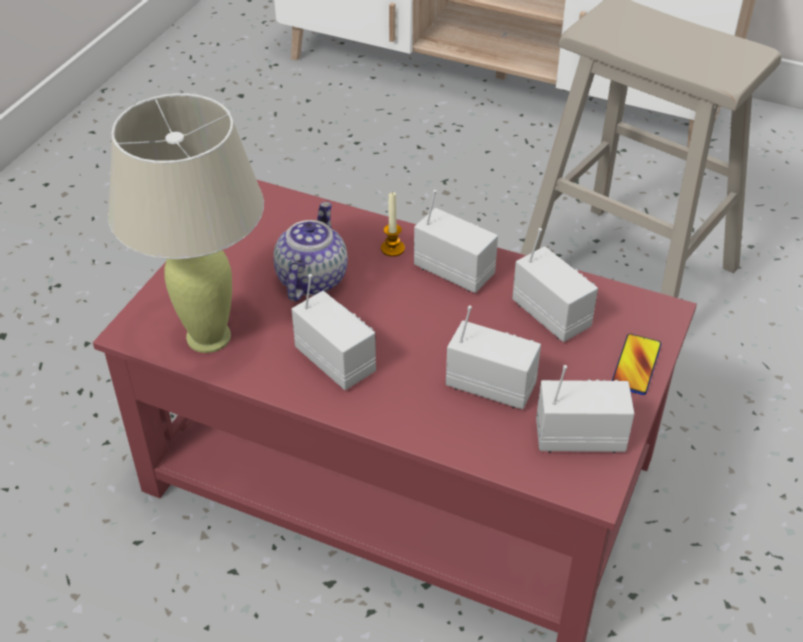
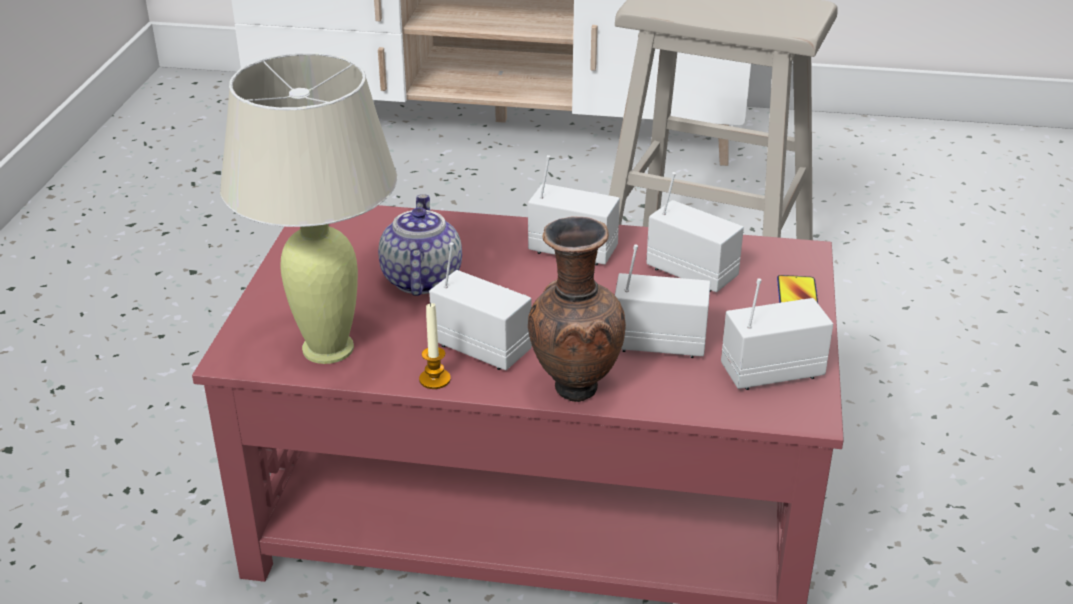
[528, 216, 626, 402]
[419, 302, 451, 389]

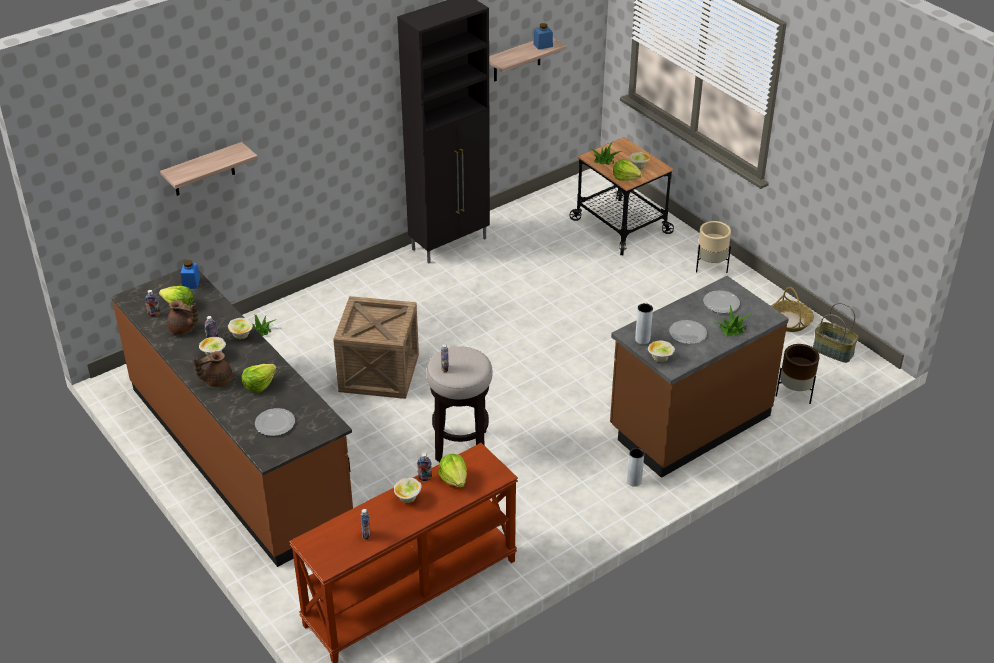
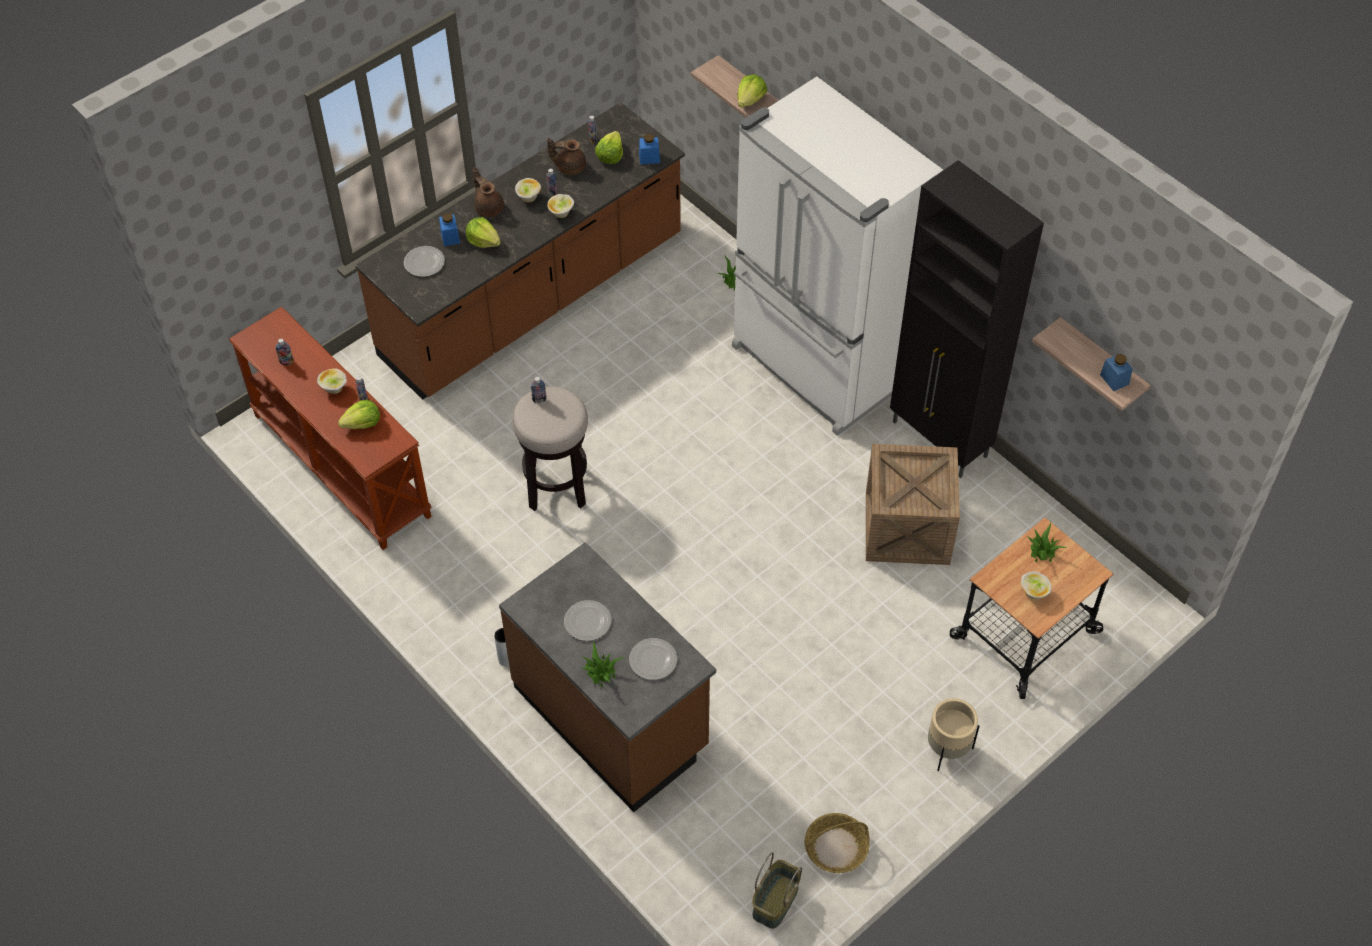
[635, 303, 653, 344] (first image)
[648, 340, 675, 362] (first image)
[776, 344, 819, 404] (first image)
[439, 213, 460, 246]
[732, 77, 943, 436]
[866, 444, 960, 565]
[737, 75, 767, 108]
[547, 138, 586, 175]

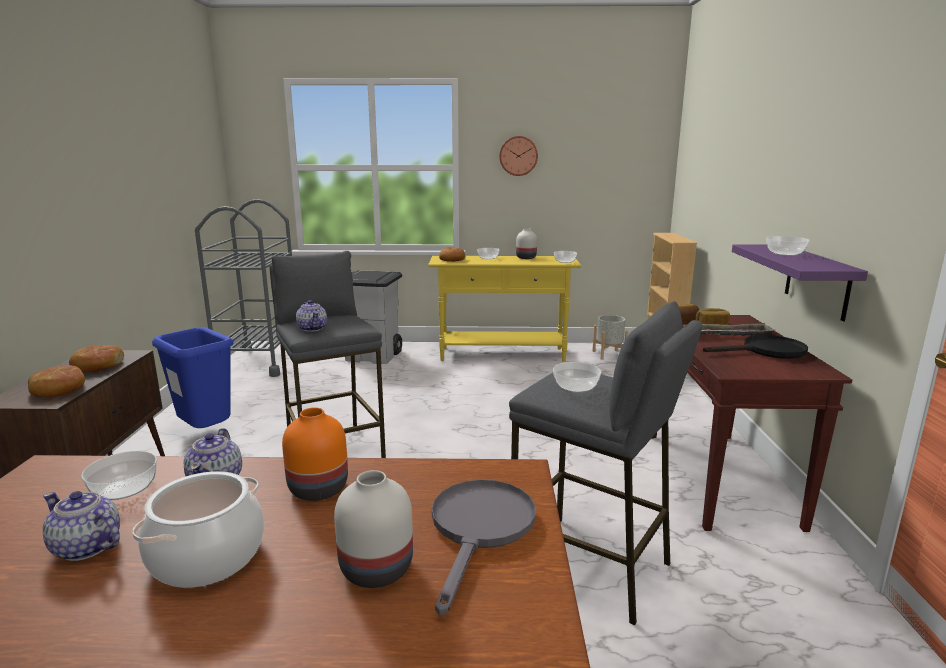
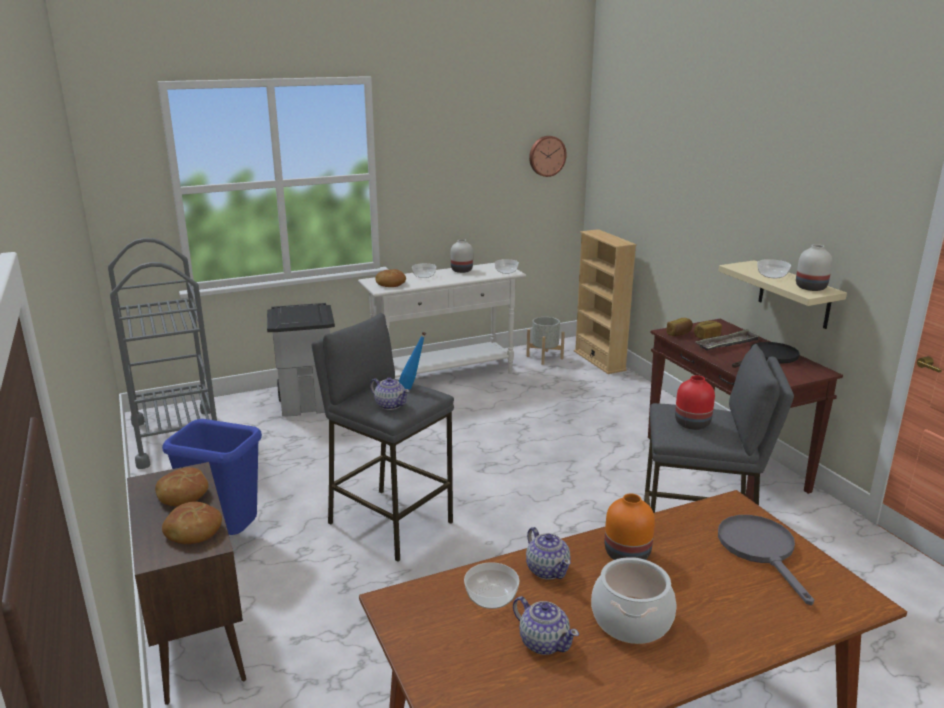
[399, 332, 426, 390]
[796, 244, 833, 291]
[529, 136, 567, 177]
[675, 375, 715, 430]
[358, 263, 526, 378]
[719, 260, 847, 329]
[513, 596, 579, 655]

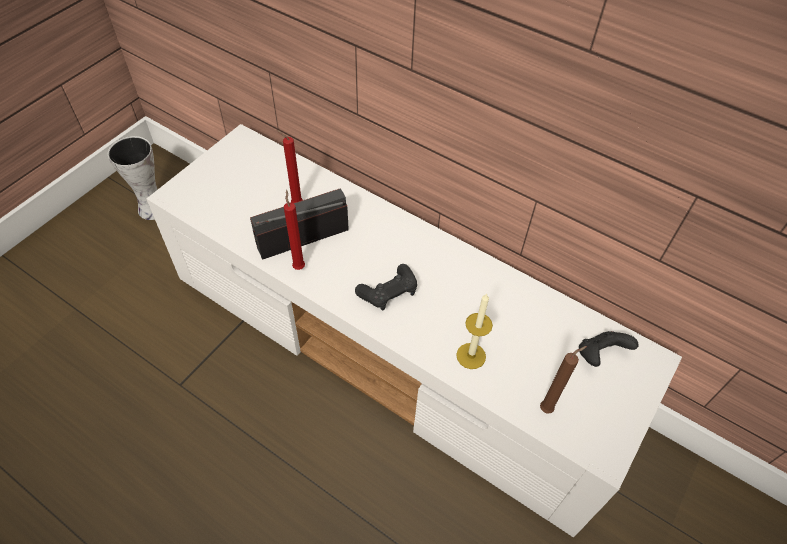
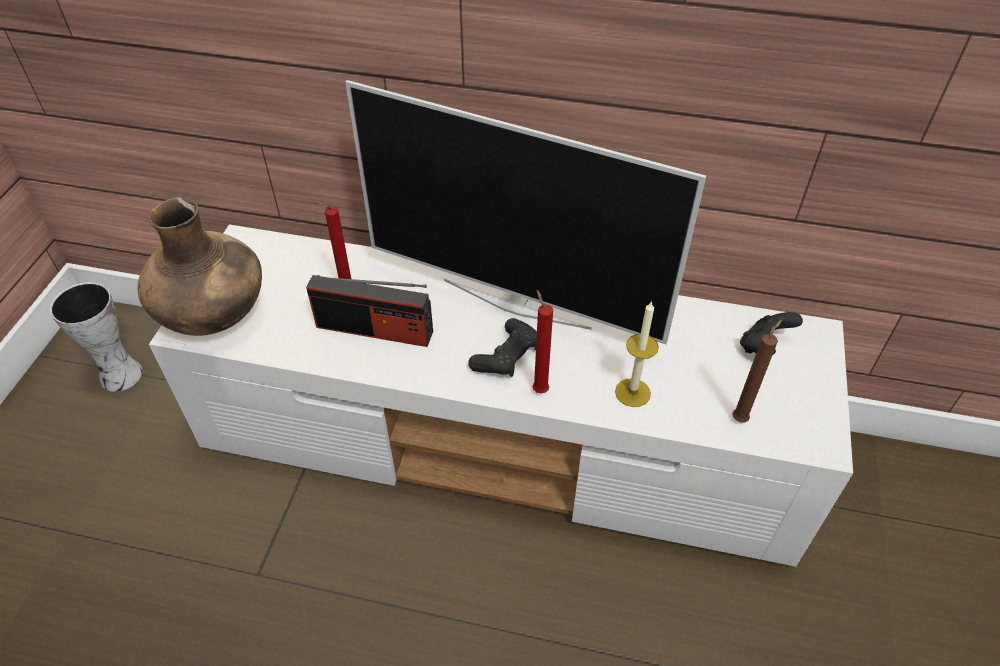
[137, 197, 262, 336]
[345, 80, 706, 344]
[533, 290, 553, 393]
[306, 275, 433, 347]

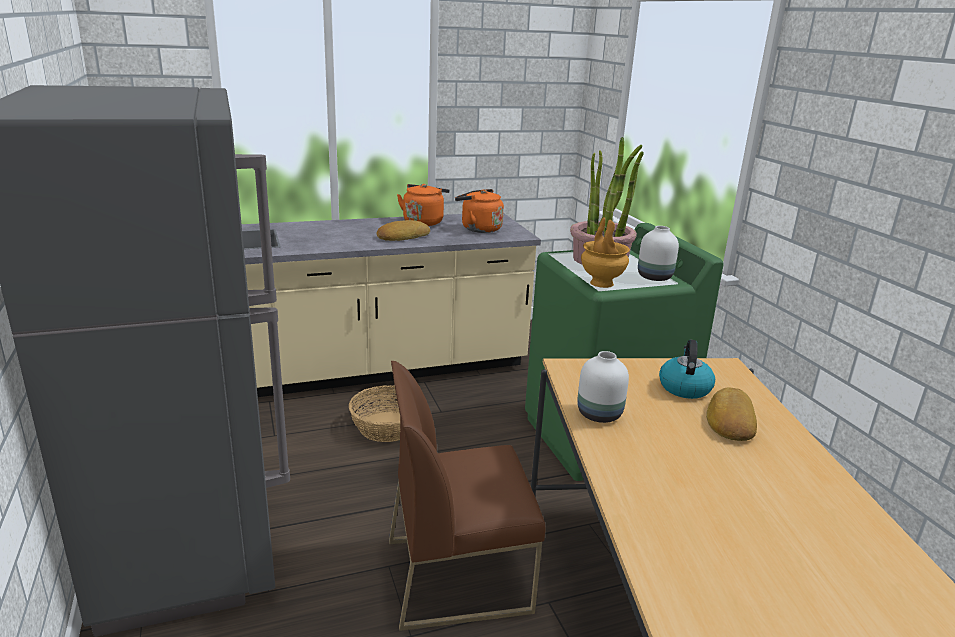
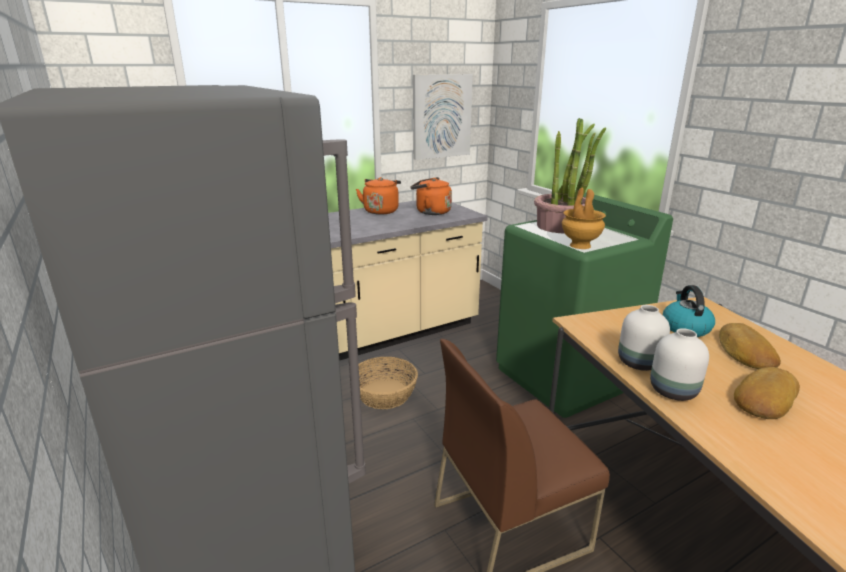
[413, 74, 473, 160]
[734, 367, 800, 419]
[650, 328, 709, 401]

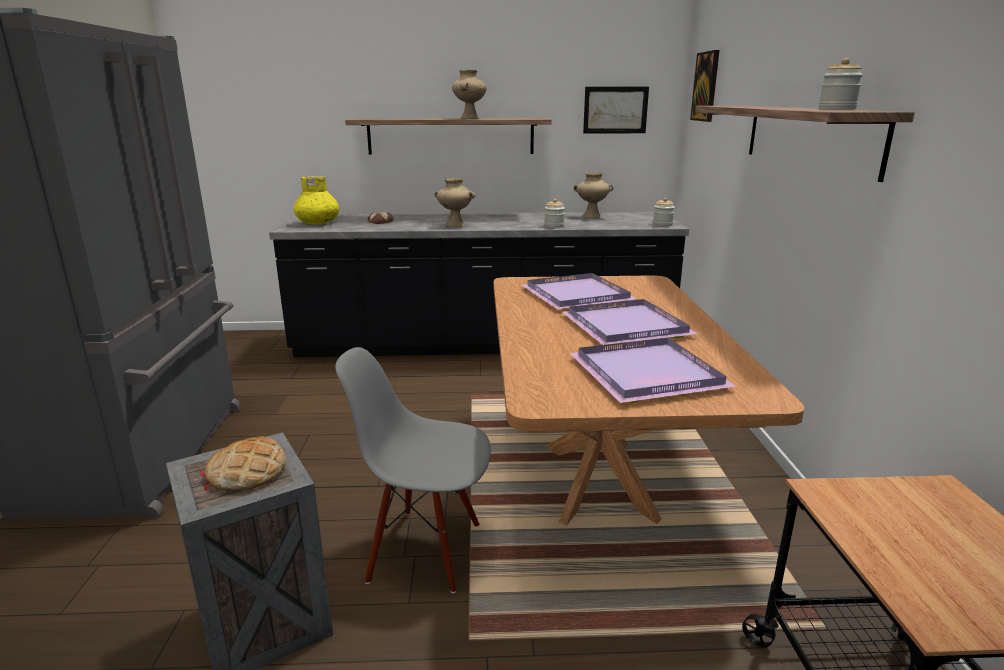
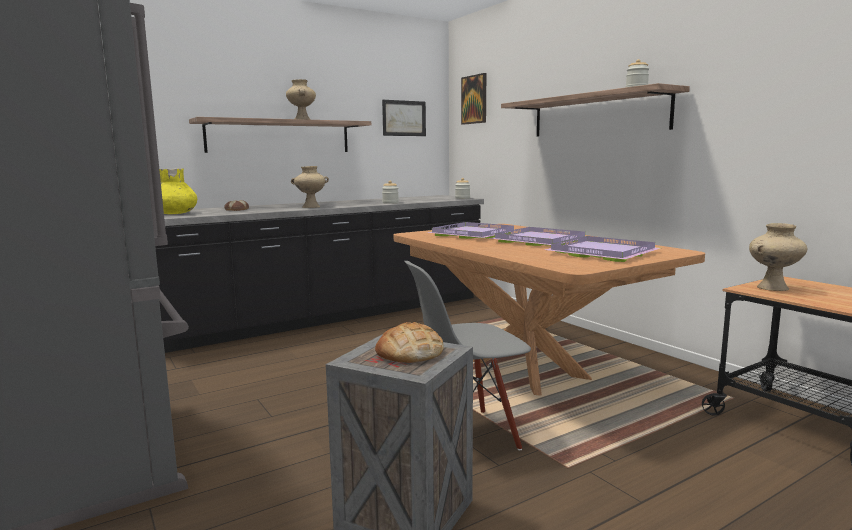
[749, 223, 807, 291]

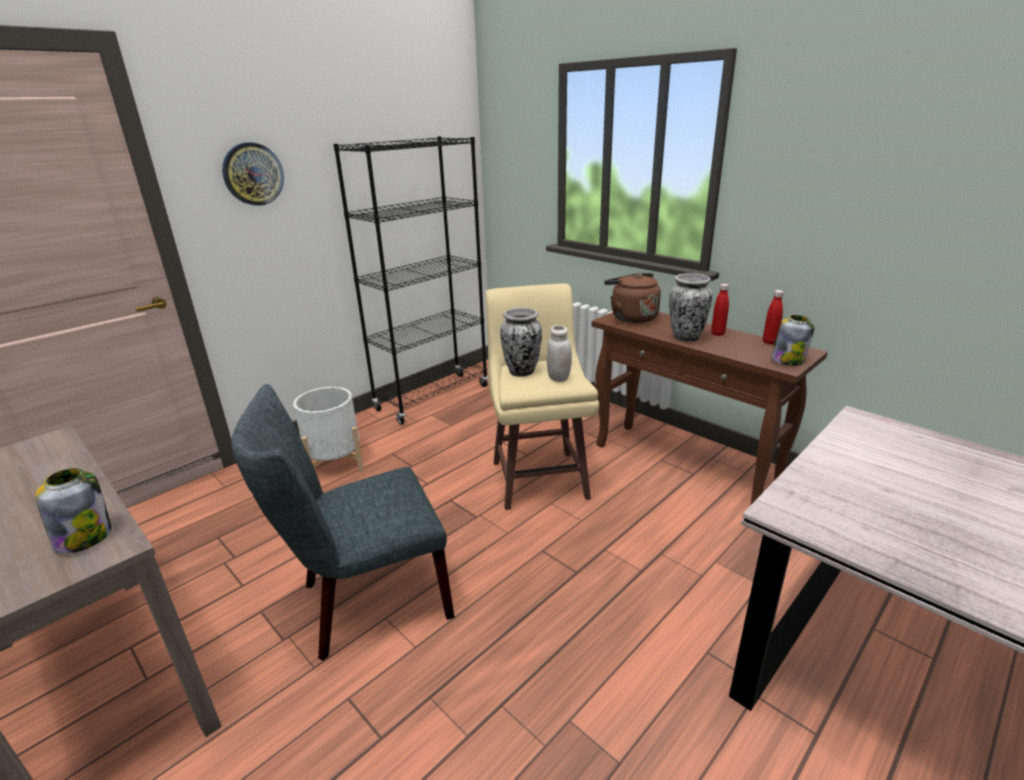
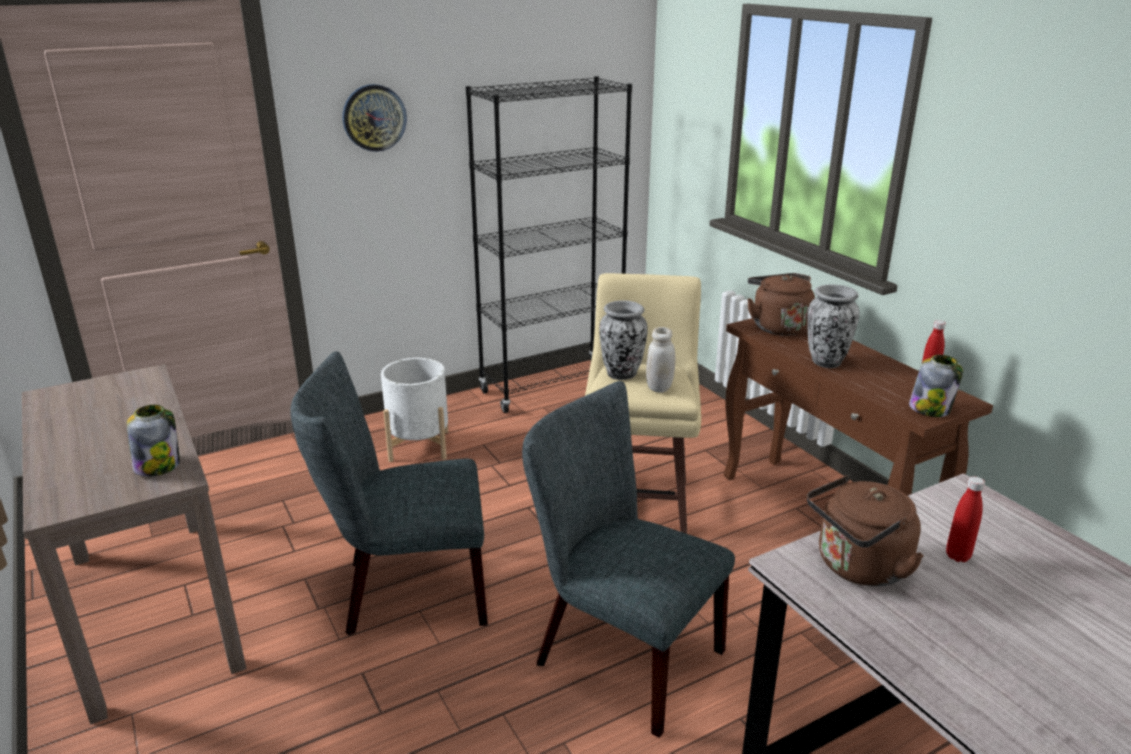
[522, 381, 735, 738]
[807, 475, 924, 586]
[946, 476, 985, 562]

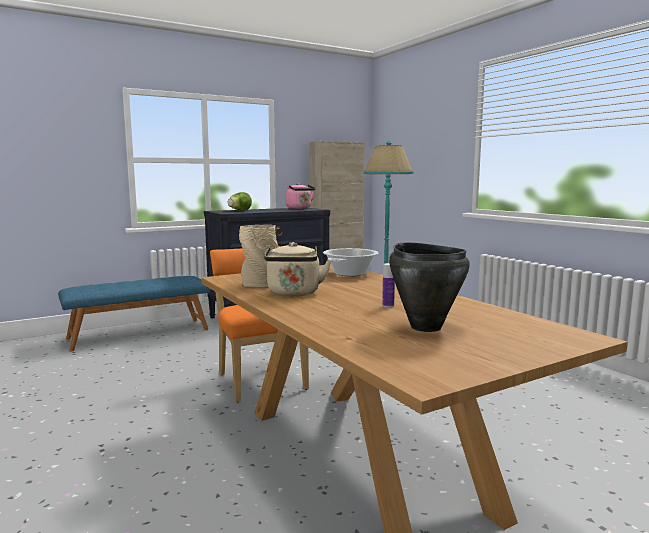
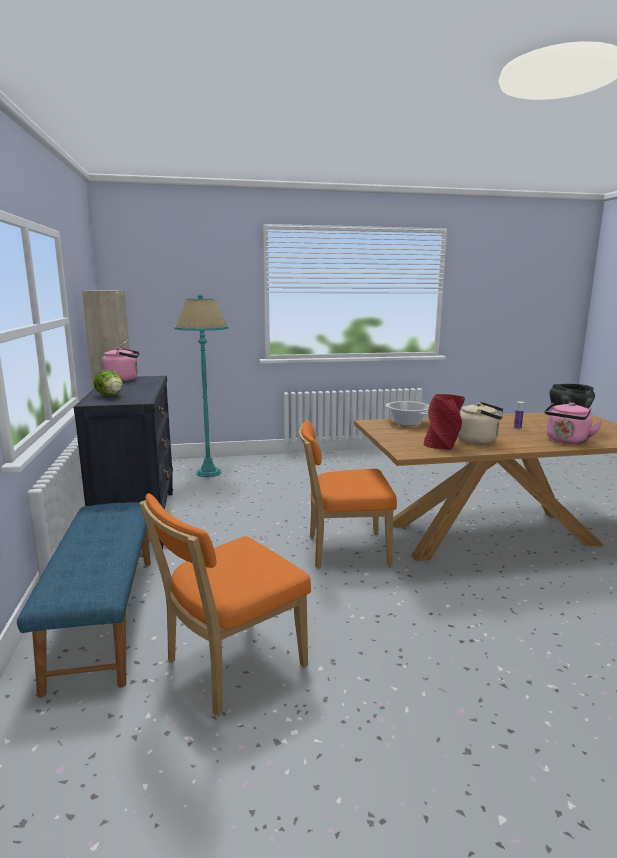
[140, 493, 311, 716]
[545, 402, 602, 444]
[424, 394, 465, 450]

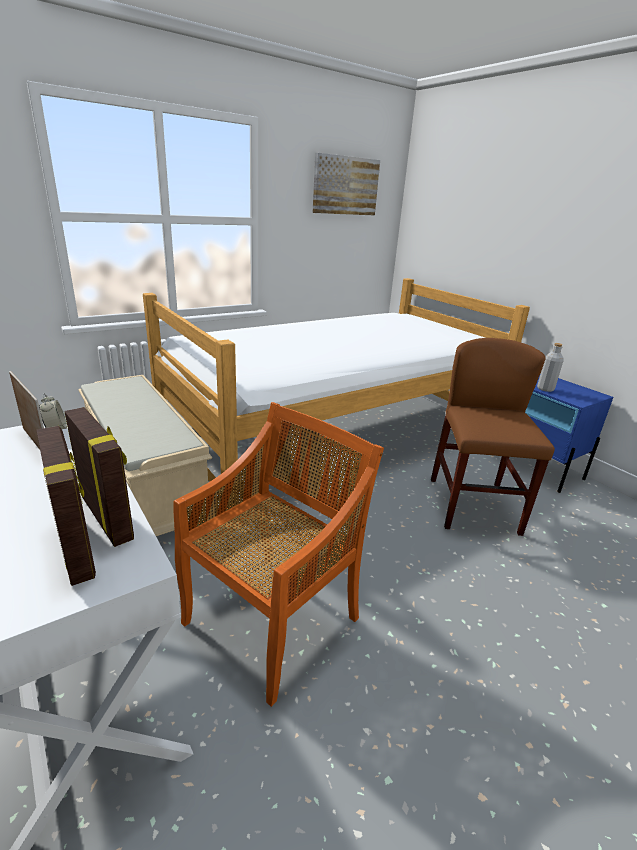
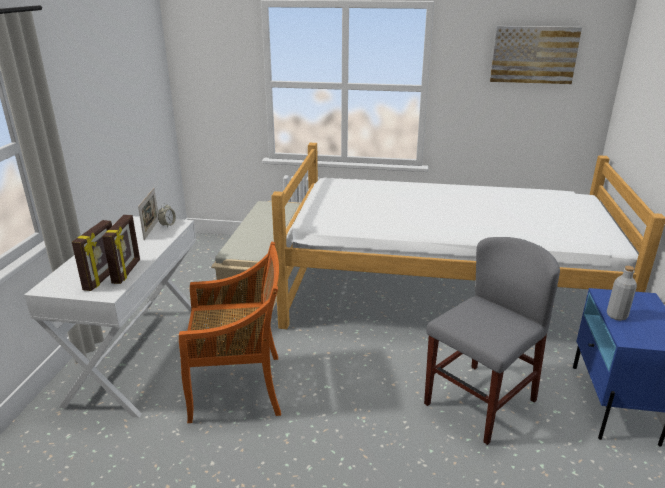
[424, 237, 560, 445]

